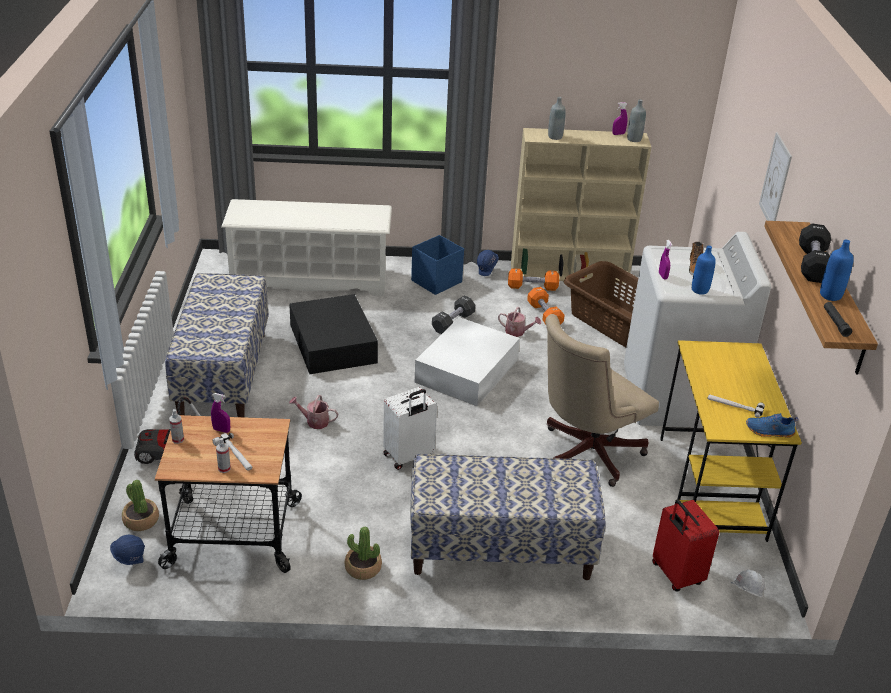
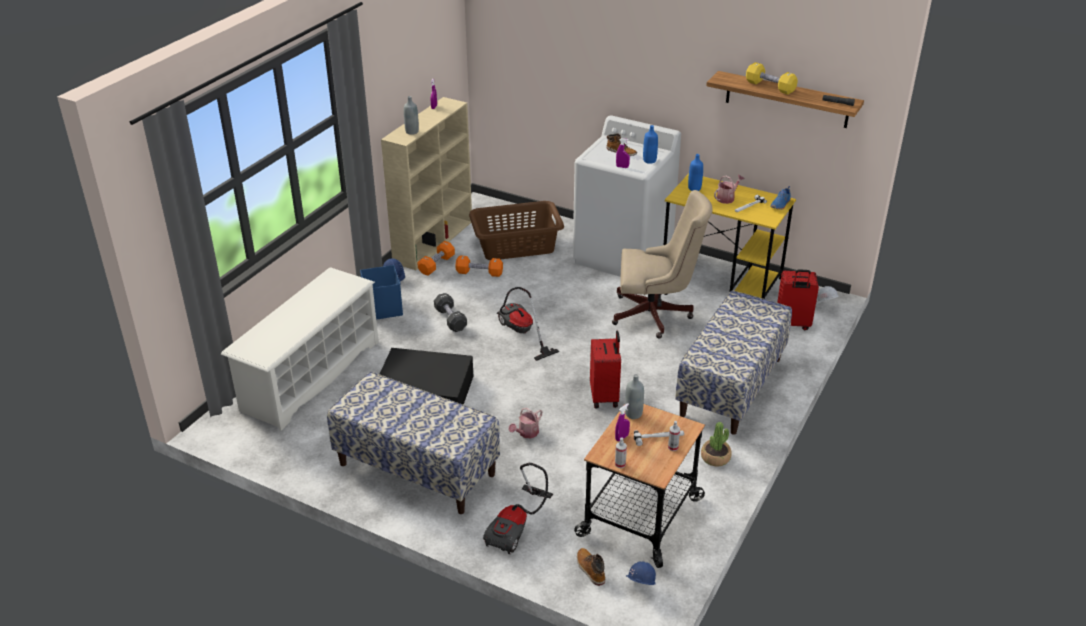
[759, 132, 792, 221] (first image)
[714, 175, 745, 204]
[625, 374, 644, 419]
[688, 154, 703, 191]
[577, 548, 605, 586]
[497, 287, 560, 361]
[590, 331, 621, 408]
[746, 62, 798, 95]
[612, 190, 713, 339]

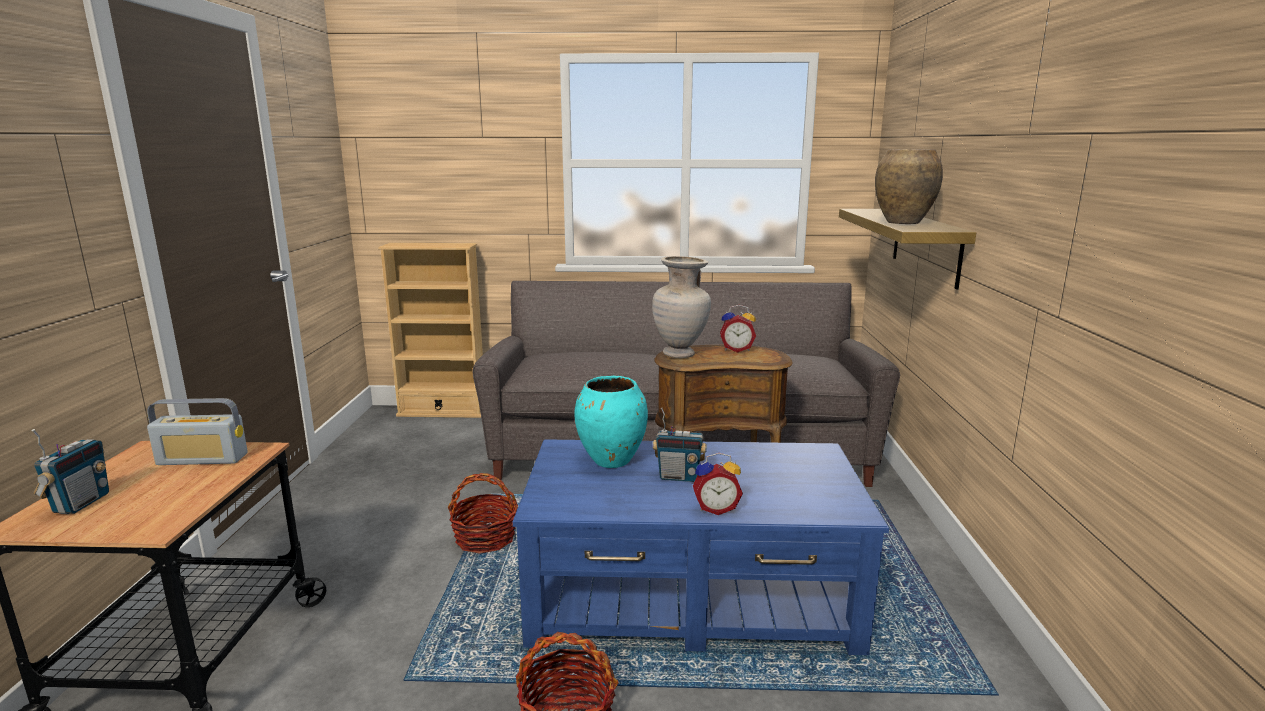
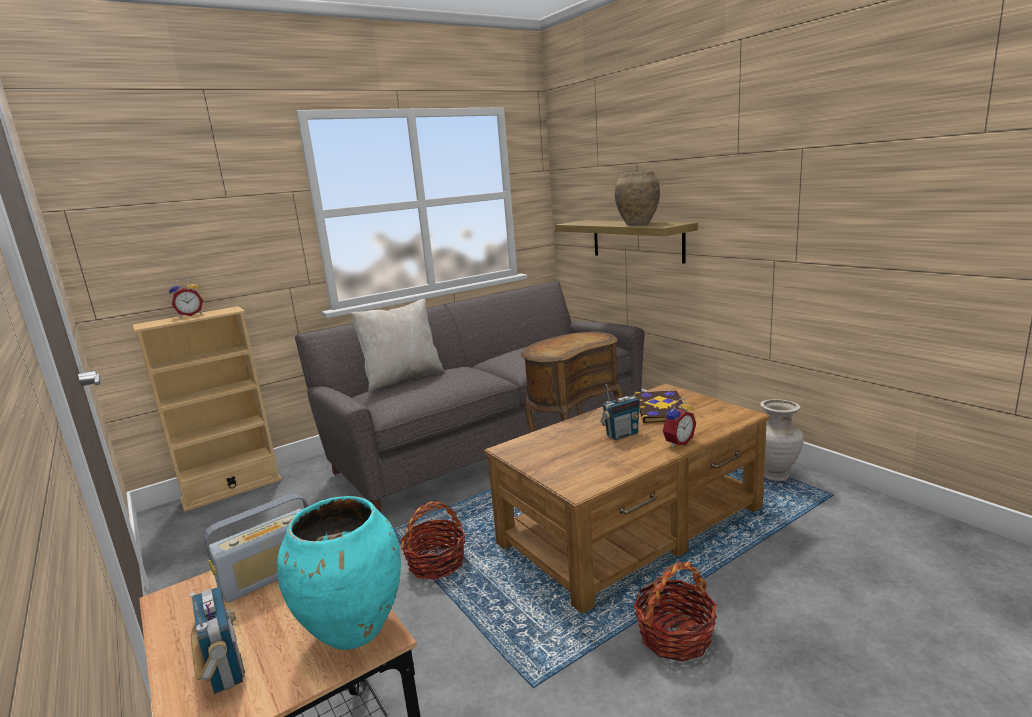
[350, 299, 445, 392]
[634, 390, 691, 423]
[277, 496, 401, 650]
[760, 399, 804, 481]
[169, 278, 203, 317]
[484, 384, 770, 614]

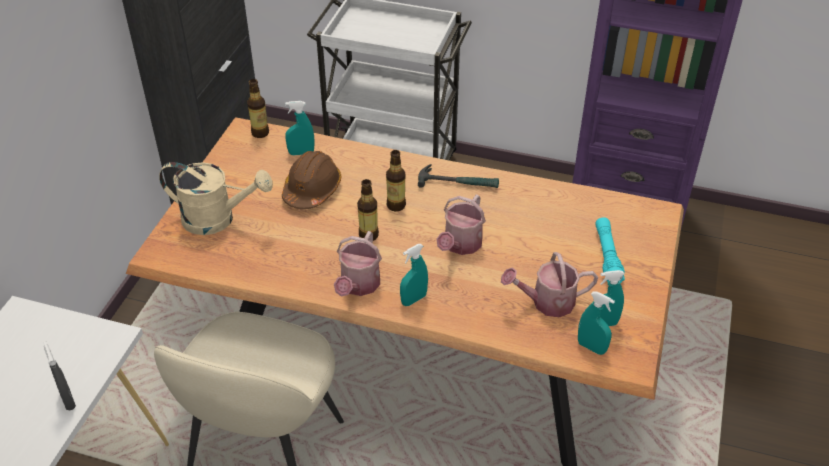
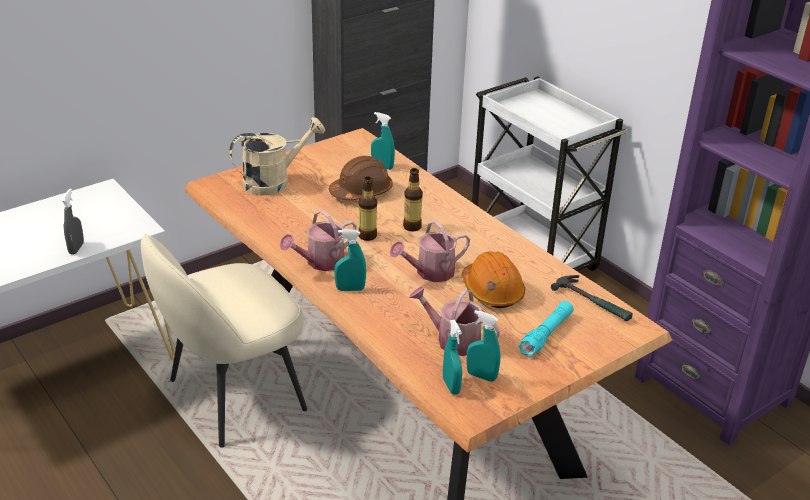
[247, 79, 269, 138] (first image)
[462, 251, 525, 308]
[551, 275, 633, 321]
[229, 117, 325, 195]

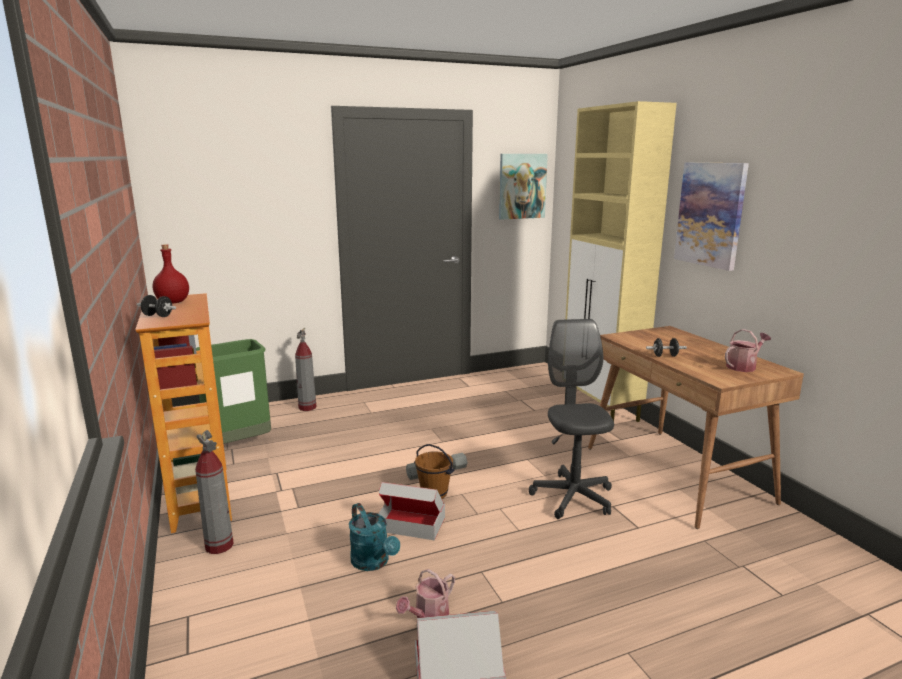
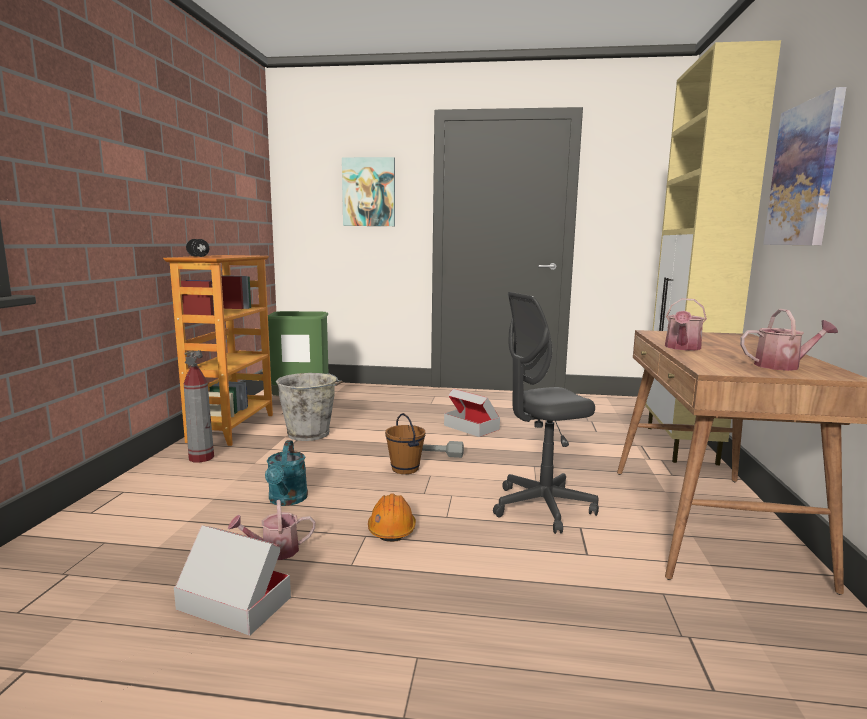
[153, 244, 189, 304] (first image)
[295, 328, 316, 411] (first image)
[276, 373, 343, 441]
[368, 494, 416, 542]
[444, 389, 500, 437]
[342, 157, 395, 226]
[665, 298, 707, 350]
[493, 292, 599, 534]

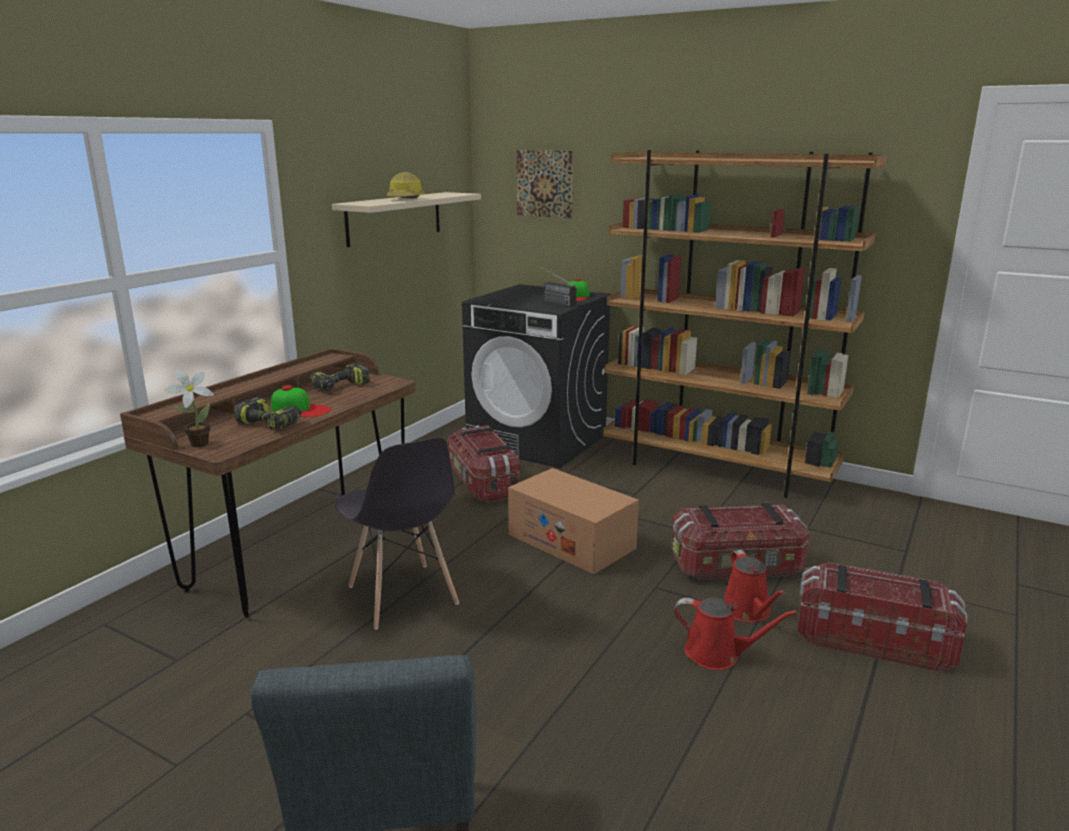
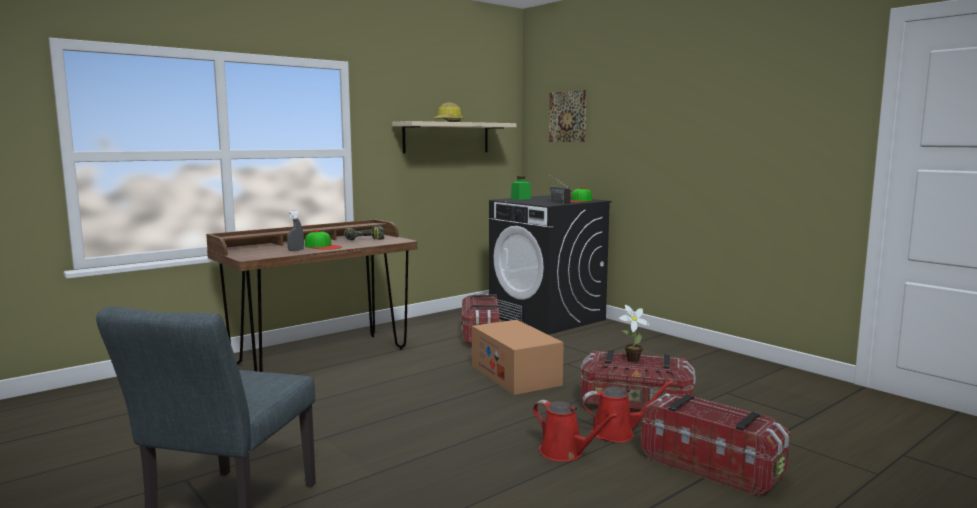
[335, 437, 459, 630] (first image)
[603, 150, 887, 498] (first image)
[511, 176, 531, 200]
[619, 305, 650, 362]
[287, 211, 304, 251]
[582, 381, 674, 443]

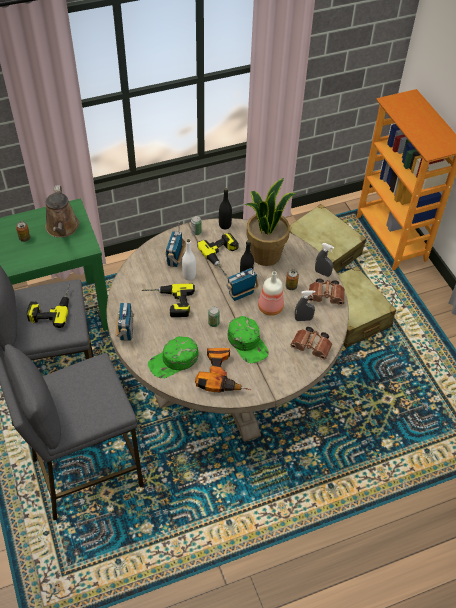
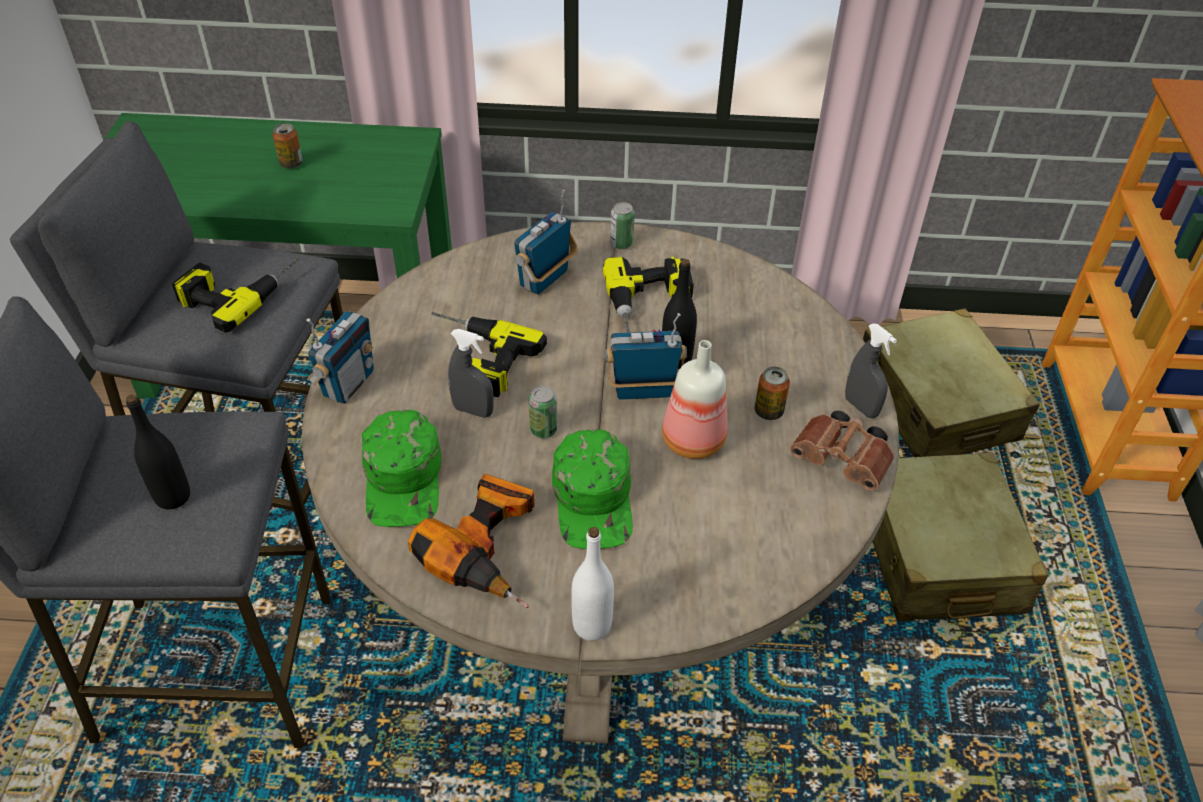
[45, 185, 79, 238] (first image)
[244, 178, 297, 266] (first image)
[290, 327, 332, 360] (first image)
[571, 527, 614, 641]
[126, 395, 190, 509]
[448, 329, 494, 418]
[362, 410, 441, 527]

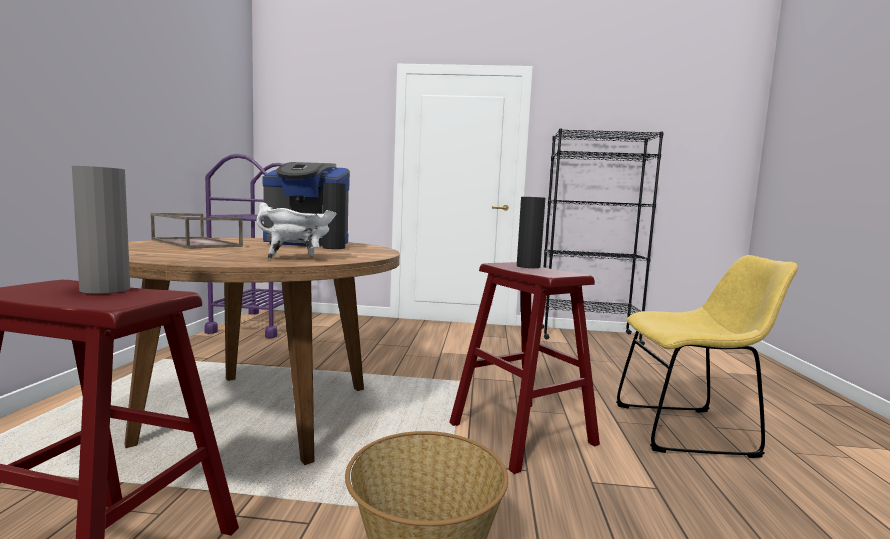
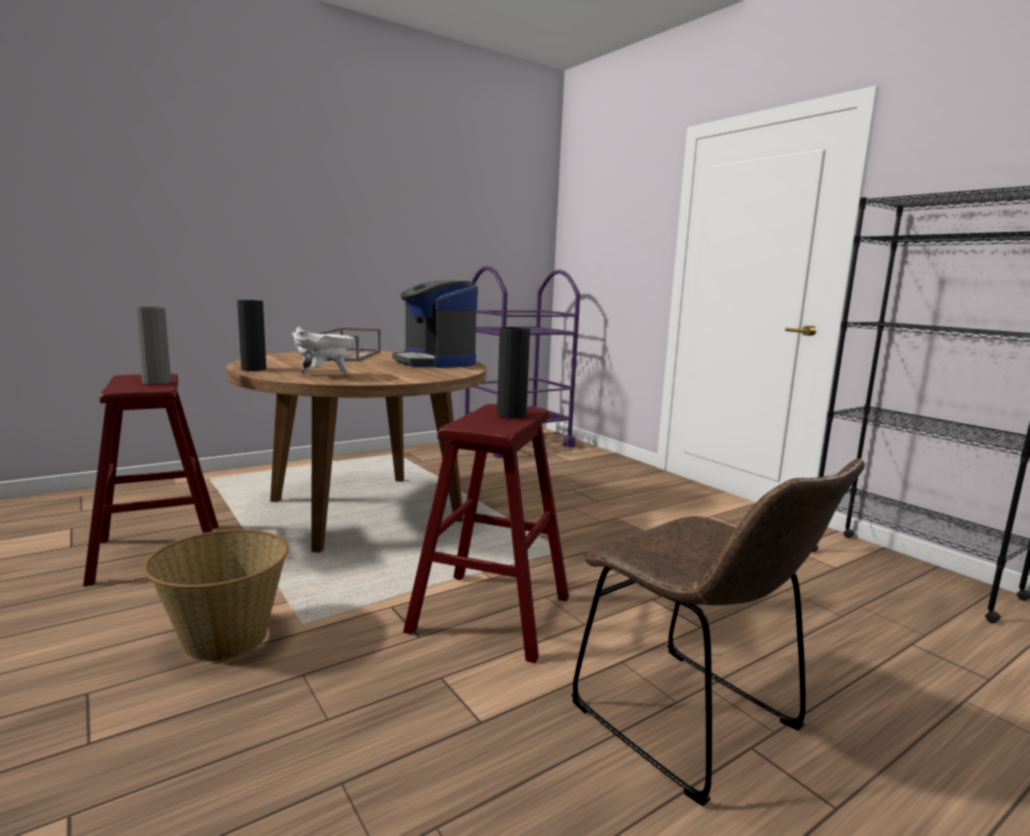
[237, 300, 266, 371]
[571, 458, 865, 806]

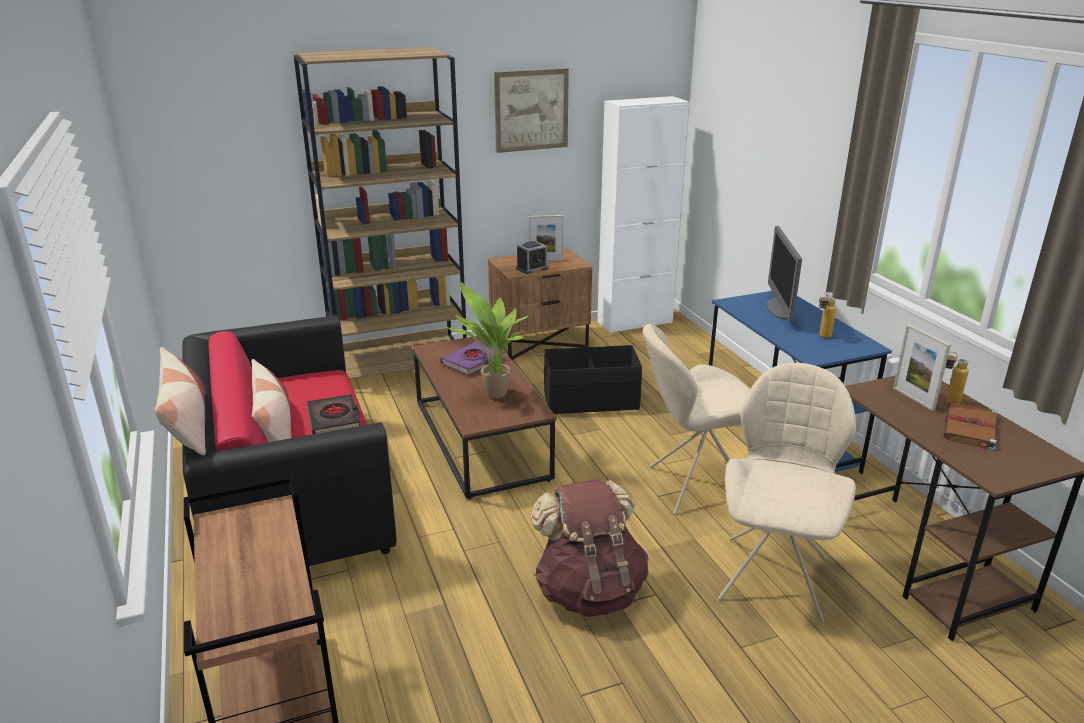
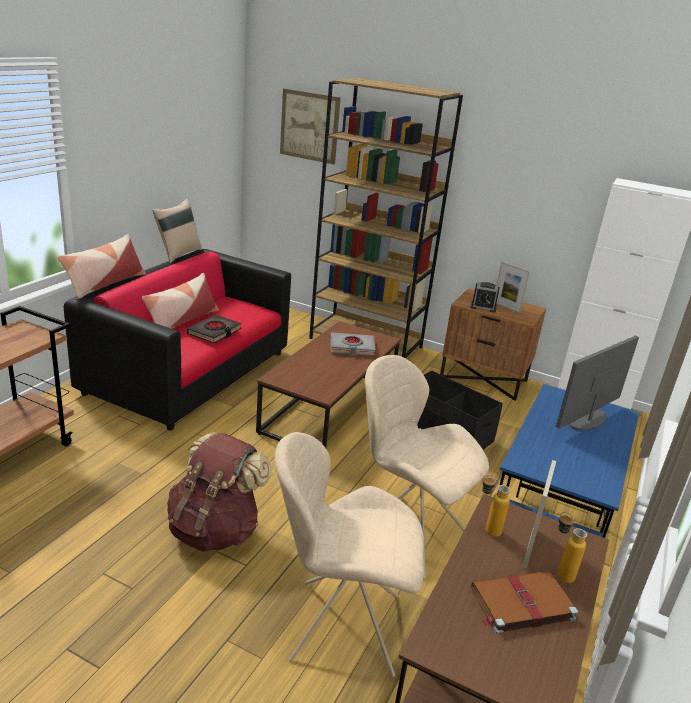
[446, 282, 531, 399] (first image)
[152, 199, 202, 263]
[280, 88, 341, 164]
[482, 474, 510, 537]
[330, 332, 376, 356]
[275, 432, 424, 677]

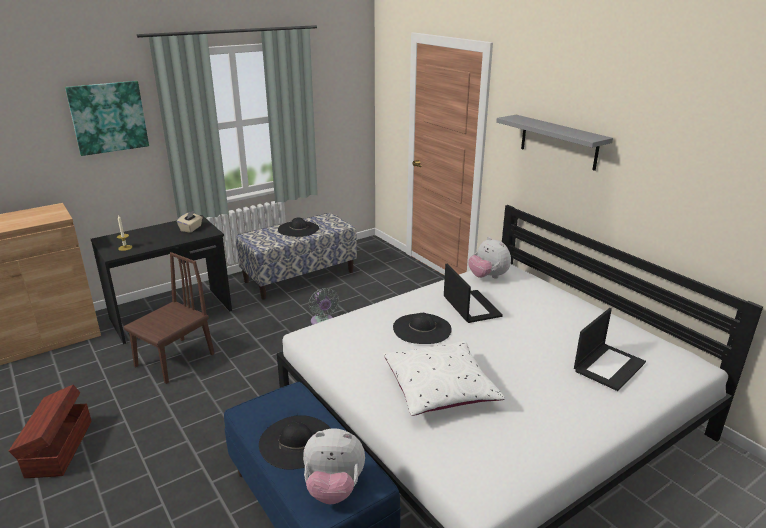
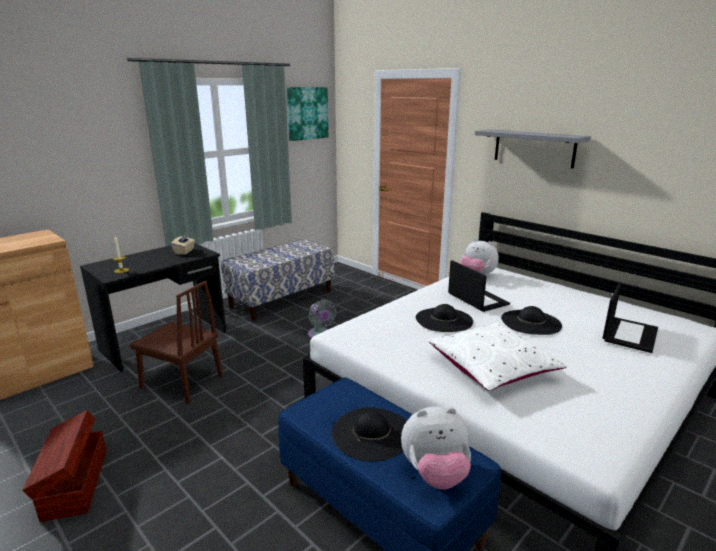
[287, 87, 328, 141]
[501, 306, 562, 335]
[130, 281, 223, 403]

